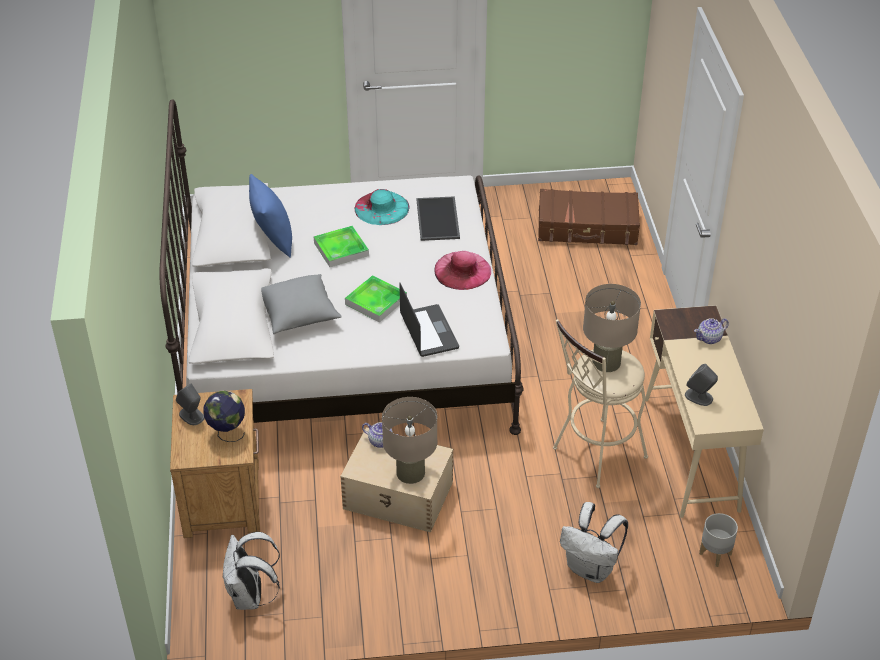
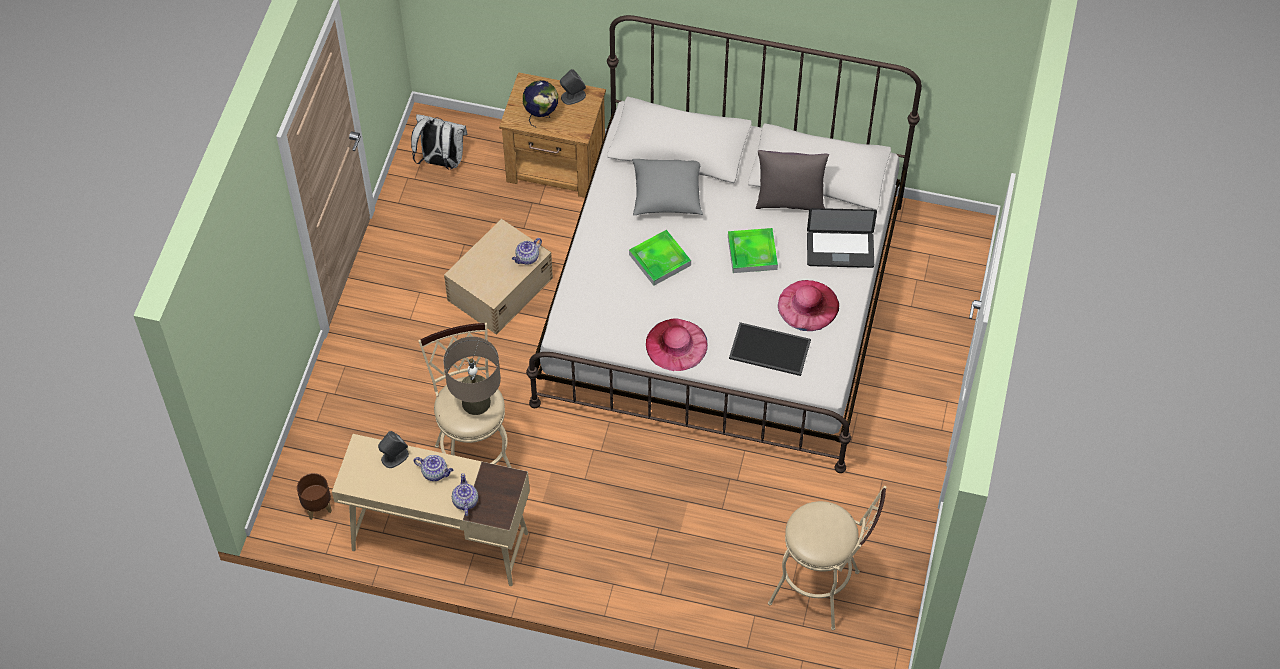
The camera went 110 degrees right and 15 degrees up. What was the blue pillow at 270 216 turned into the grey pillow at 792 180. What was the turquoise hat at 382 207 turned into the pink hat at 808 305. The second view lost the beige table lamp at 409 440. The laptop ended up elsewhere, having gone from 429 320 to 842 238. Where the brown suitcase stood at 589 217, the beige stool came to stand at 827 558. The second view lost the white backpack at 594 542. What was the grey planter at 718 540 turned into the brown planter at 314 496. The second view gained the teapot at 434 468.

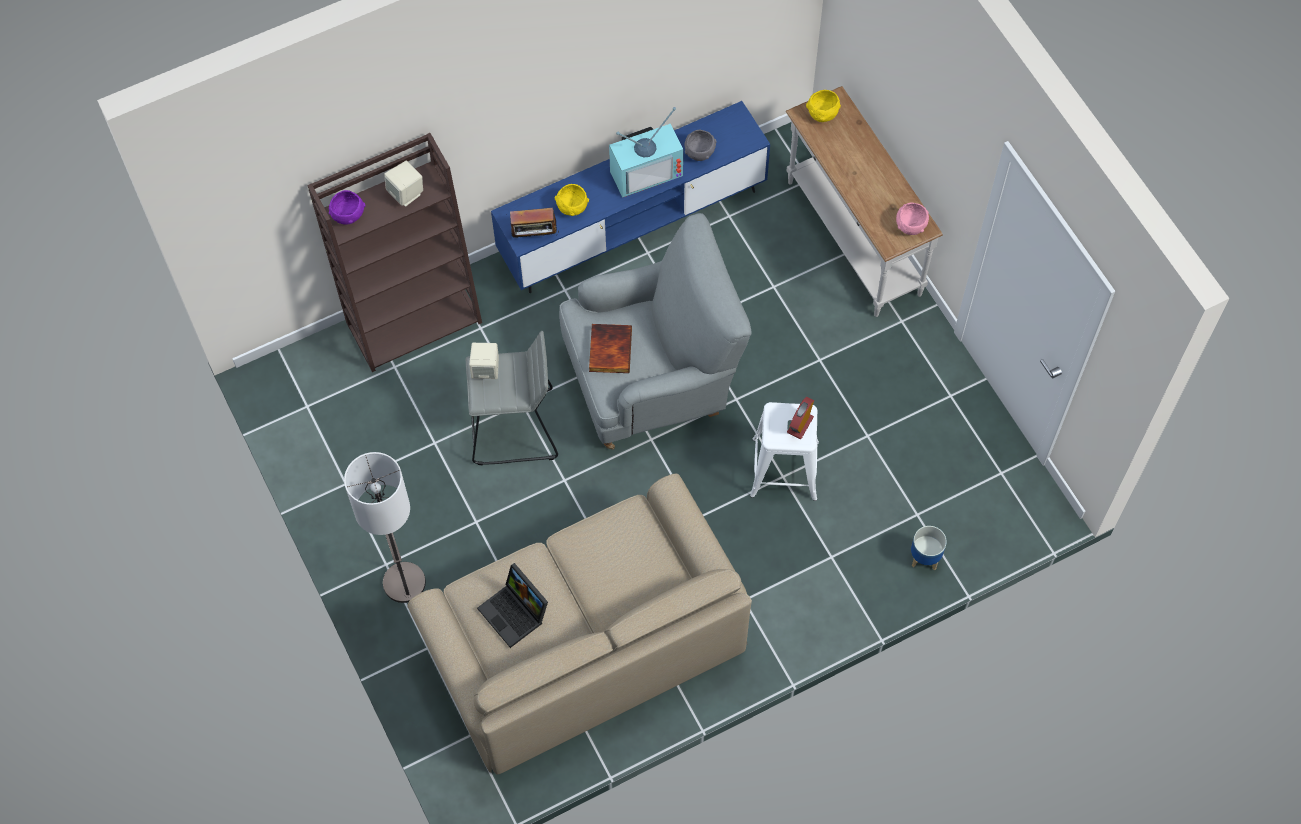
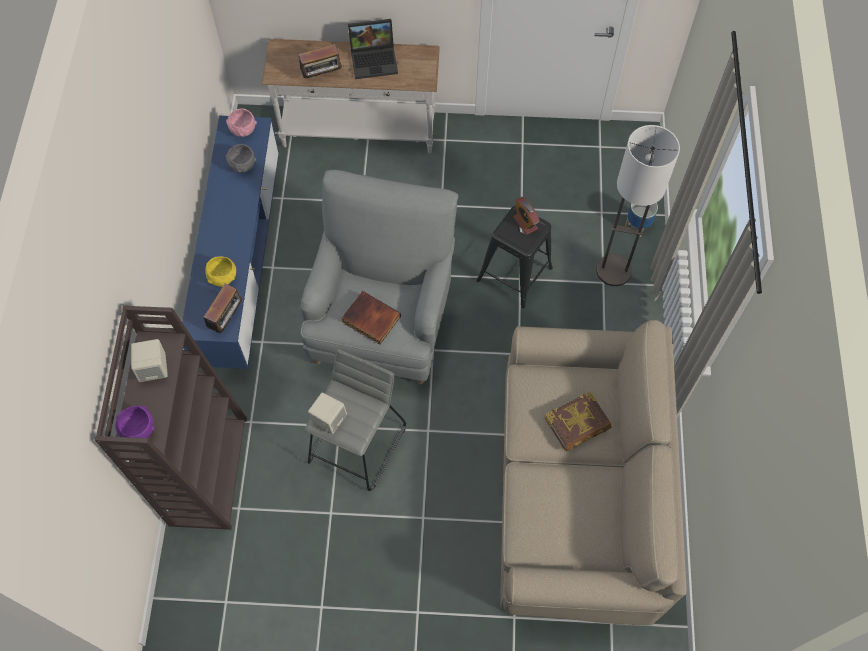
The camera went 60 degrees left and 0 degrees up. The floor lamp ended up elsewhere, having gone from 385 527 to 638 205. The laptop ended up elsewhere, having gone from 512 605 to 373 49. The second view lost the television at 646 152. What was the white stool at 784 451 turned into the black stool at 514 257. The second view lost the yellow bowl at 823 106. The pink bowl ended up elsewhere, having gone from 912 218 to 241 123. The second view gained the radio at 321 61. The second view gained the book at 578 421.

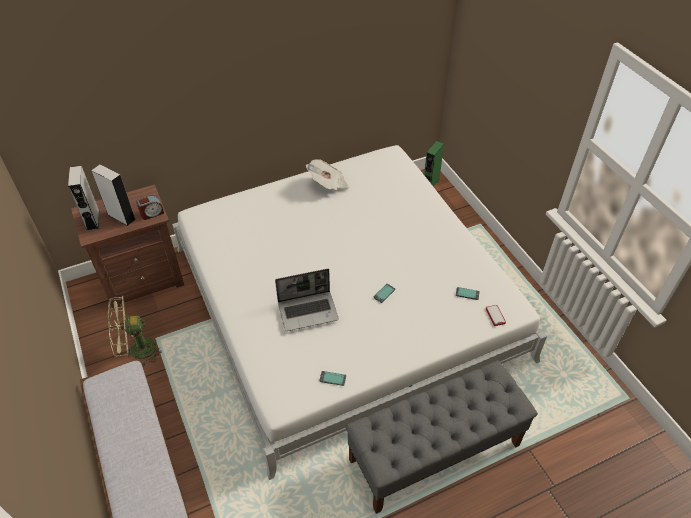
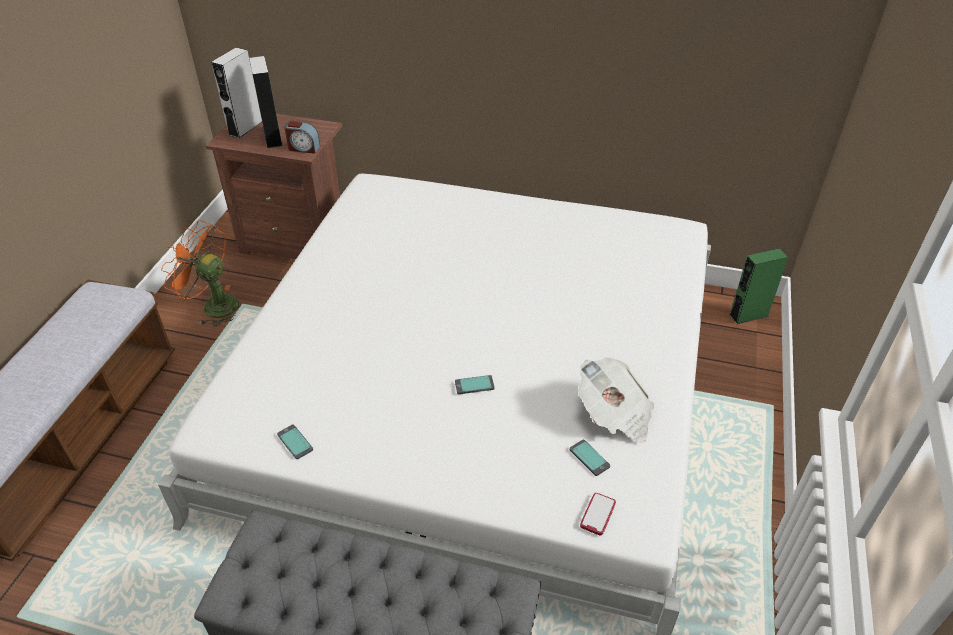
The camera went 40 degrees right and 5 degrees down. What was the green fan at 135 331 turned into the orange fan at 200 273. The second view lost the laptop at 307 300. The newspaper ended up elsewhere, having gone from 327 174 to 616 400.

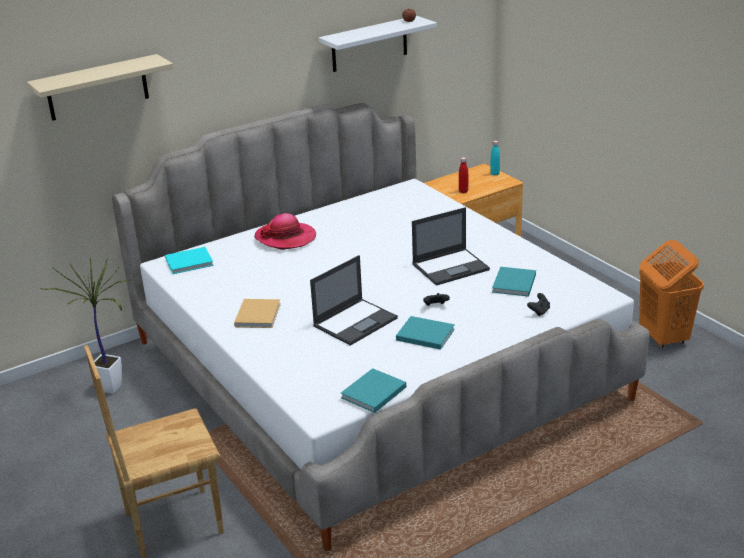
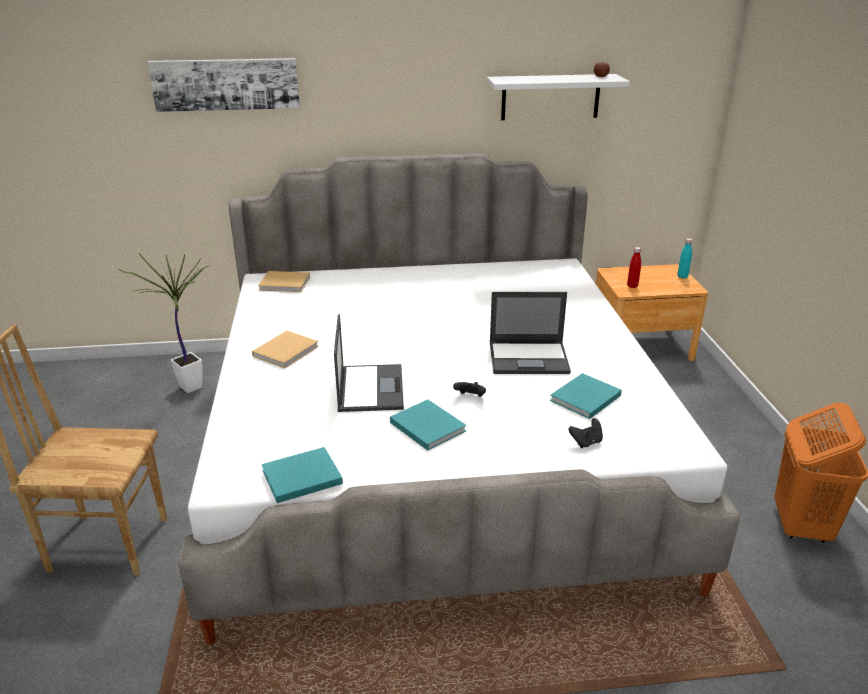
The camera went 25 degrees right and 0 degrees up. Where the beige shelf hung at 100 87, the picture came to hang at 223 85. What was the turquoise book at 189 260 turned into the beige book at 284 281. The second view lost the hat at 285 231. The laptop at 354 300 ended up facing another way, 75 degrees counterclockwise from before.

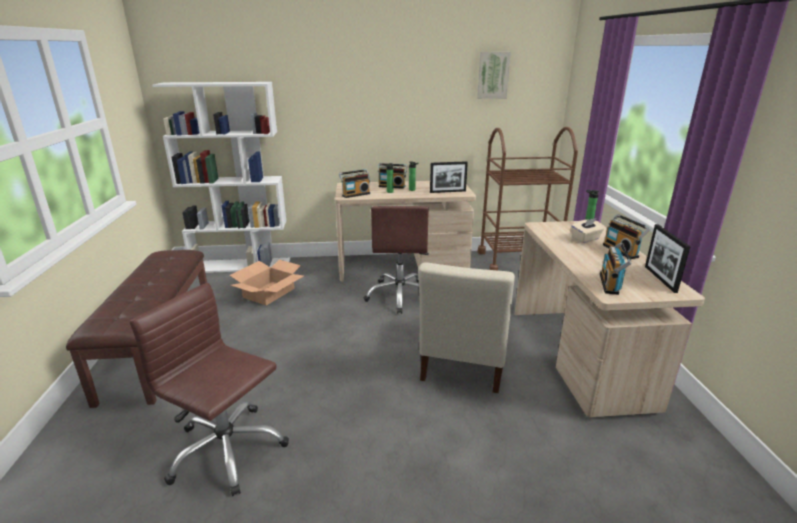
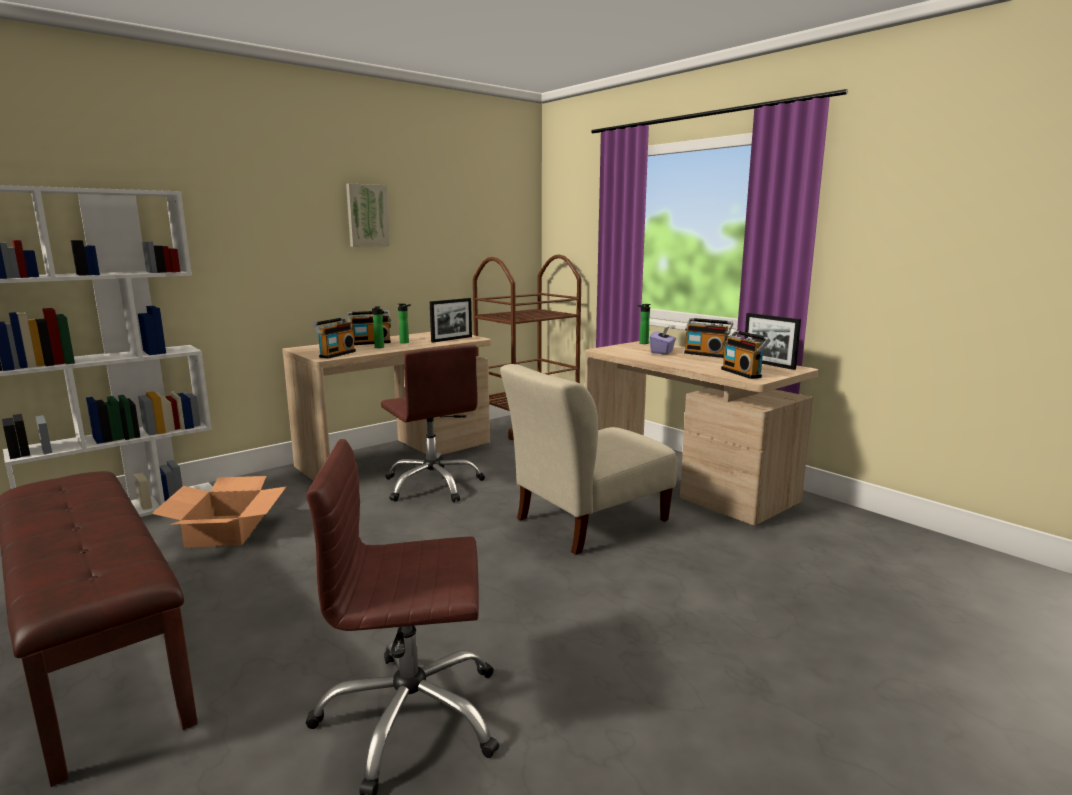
The camera went 35 degrees left and 10 degrees down. The beige chair at 466 328 ended up facing another way, 75 degrees clockwise from before. The picture ended up elsewhere, having gone from 494 75 to 368 215. What was the beige tissue box at 587 230 turned into the purple tissue box at 663 340.

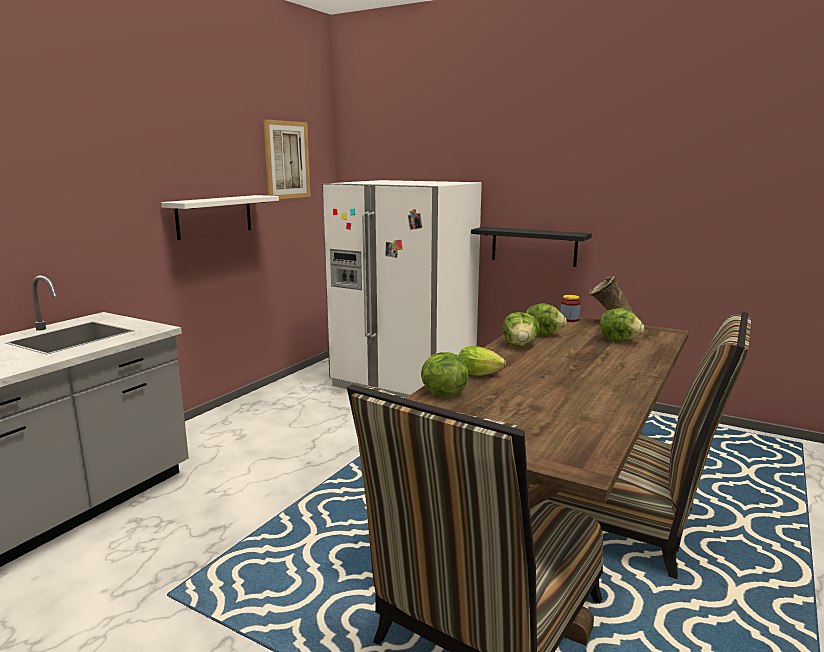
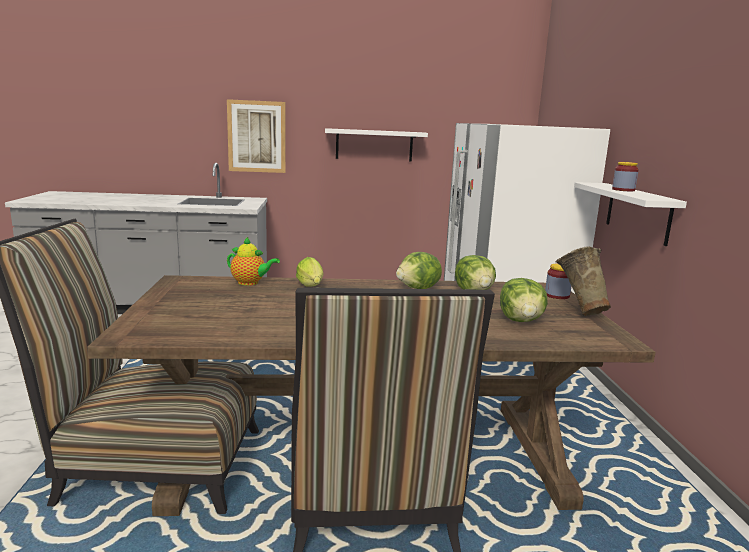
The camera went 55 degrees right and 0 degrees up. The picture ended up elsewhere, having gone from 287 159 to 256 136. Where the lettuce stood at 445 374, the teapot came to stand at 253 261. What was the black shelf at 531 247 turned into the white shelf at 630 214. The second view gained the jar at 625 176.

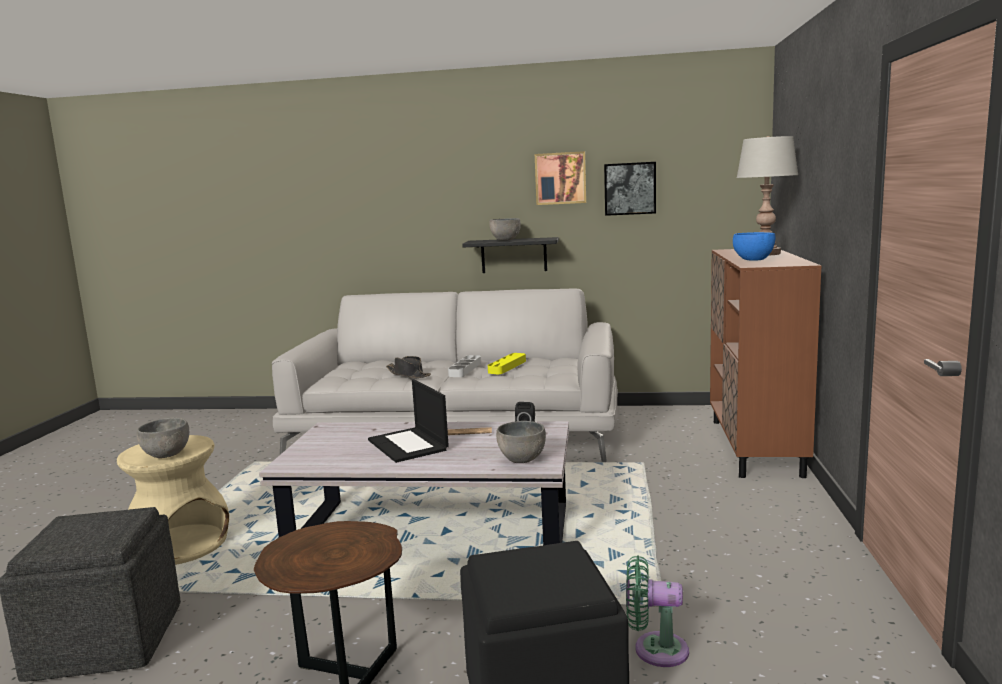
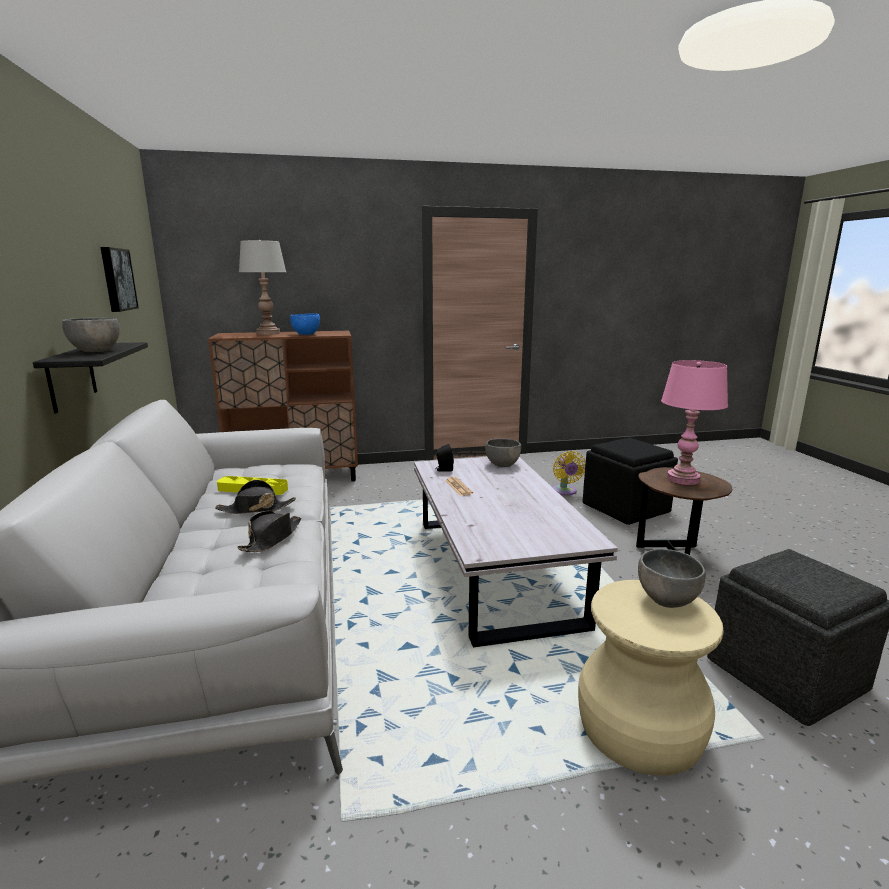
The camera went 110 degrees left and 5 degrees up. The second view lost the laptop at 408 421. Where the grey tray stood at 464 366, the black hat came to stand at 255 497. The second view lost the picture at 560 178. What was the green fan at 657 611 turned into the yellow fan at 569 473. The second view gained the pink table lamp at 694 422.

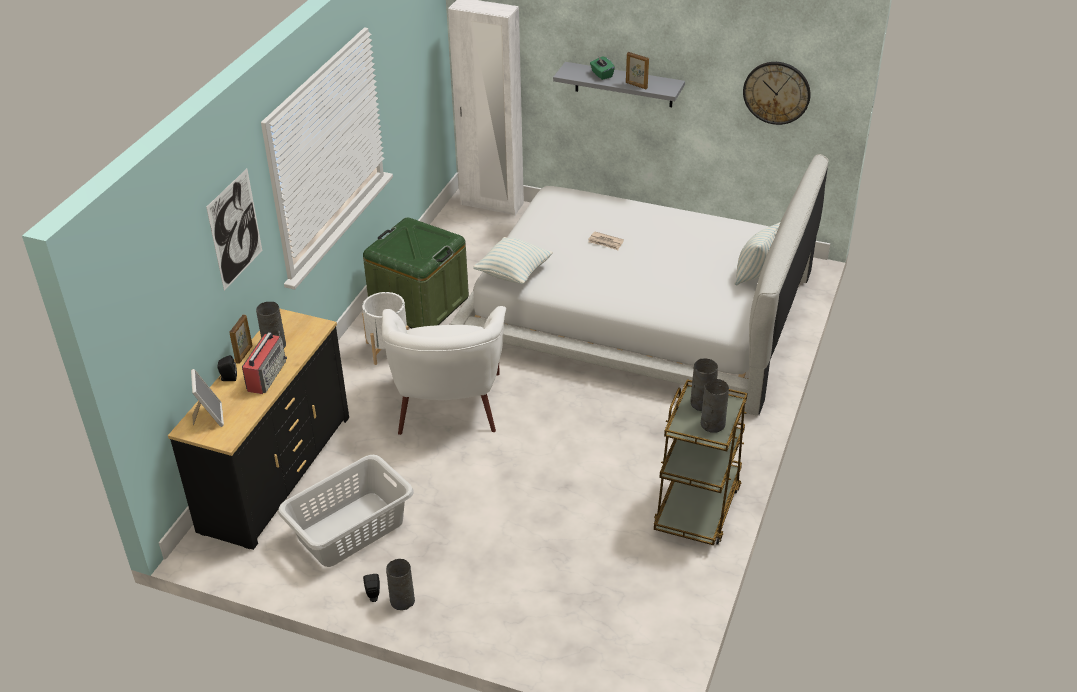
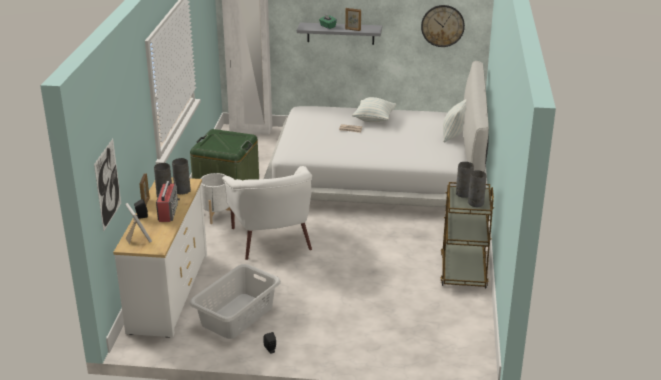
The camera went 15 degrees left and 10 degrees down. What was the black dresser at 258 429 turned into the white dresser at 160 257. The picture ended up elsewhere, having gone from 234 230 to 107 185. The grey vase ended up elsewhere, having gone from 400 584 to 181 176. The pillow ended up elsewhere, having gone from 513 260 to 374 109.

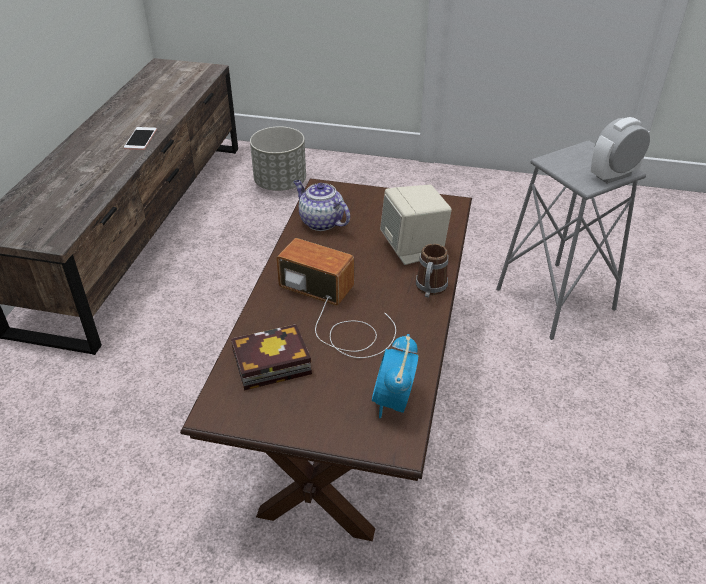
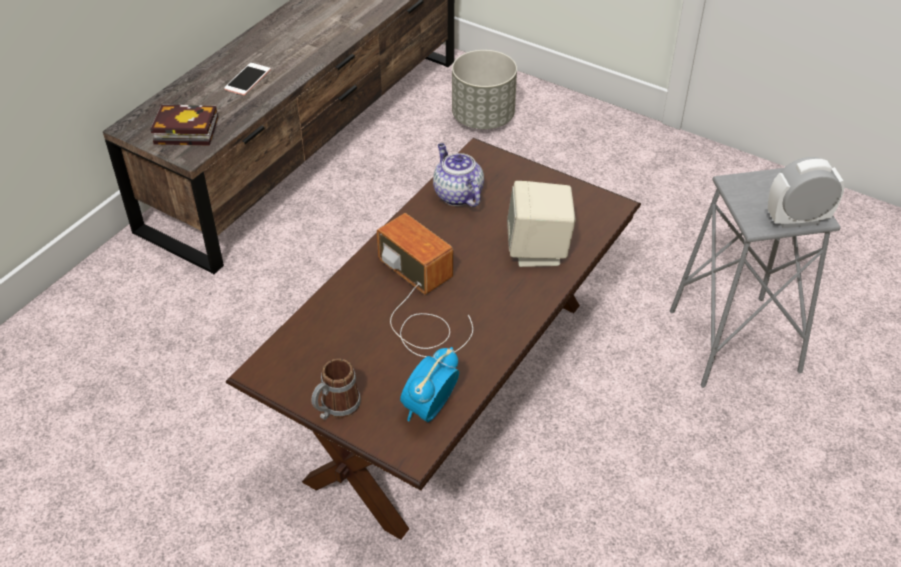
The camera went 20 degrees right and 5 degrees up. The phone ended up elsewhere, having gone from 140 138 to 247 79. The book ended up elsewhere, having gone from 271 357 to 184 125. The mug ended up elsewhere, having gone from 432 271 to 336 389.

